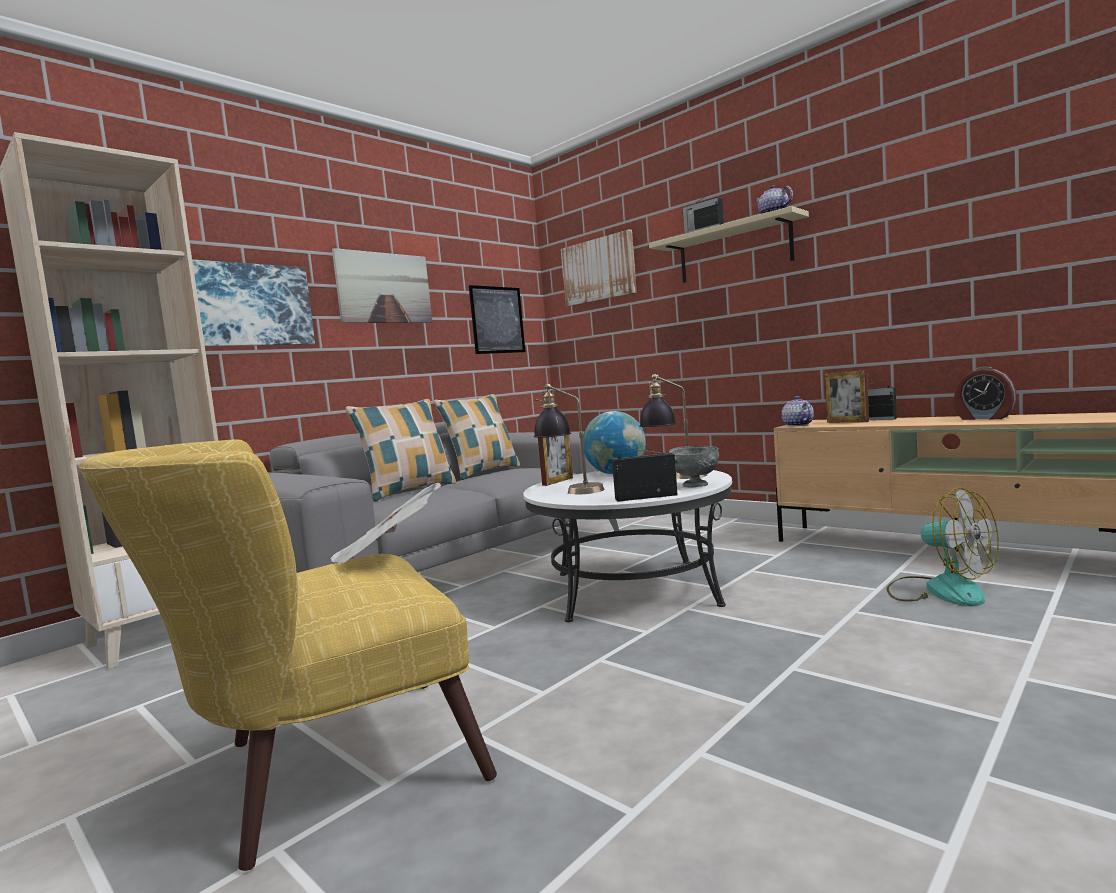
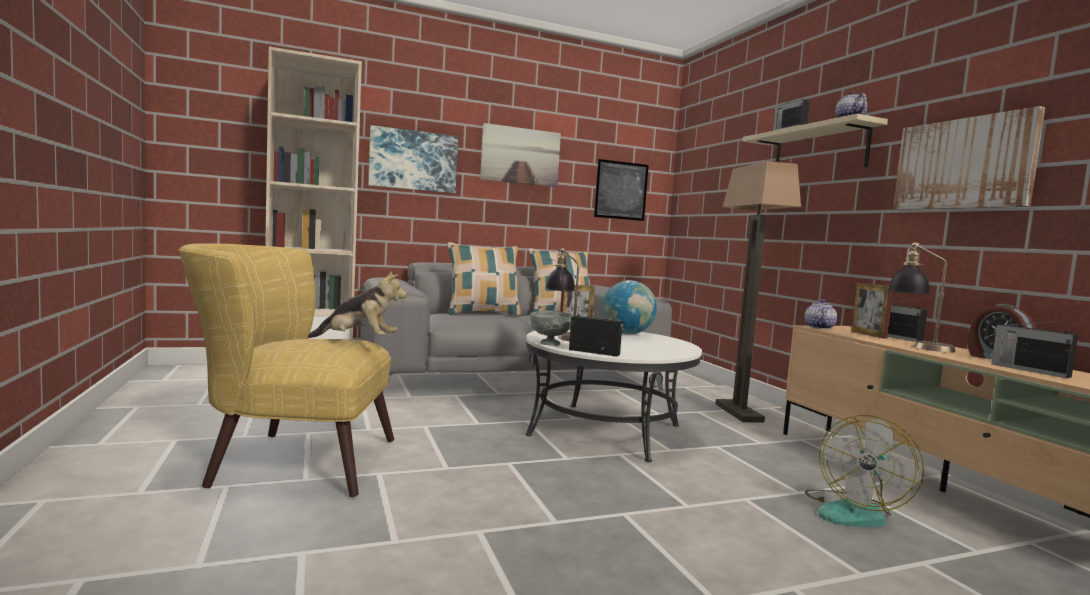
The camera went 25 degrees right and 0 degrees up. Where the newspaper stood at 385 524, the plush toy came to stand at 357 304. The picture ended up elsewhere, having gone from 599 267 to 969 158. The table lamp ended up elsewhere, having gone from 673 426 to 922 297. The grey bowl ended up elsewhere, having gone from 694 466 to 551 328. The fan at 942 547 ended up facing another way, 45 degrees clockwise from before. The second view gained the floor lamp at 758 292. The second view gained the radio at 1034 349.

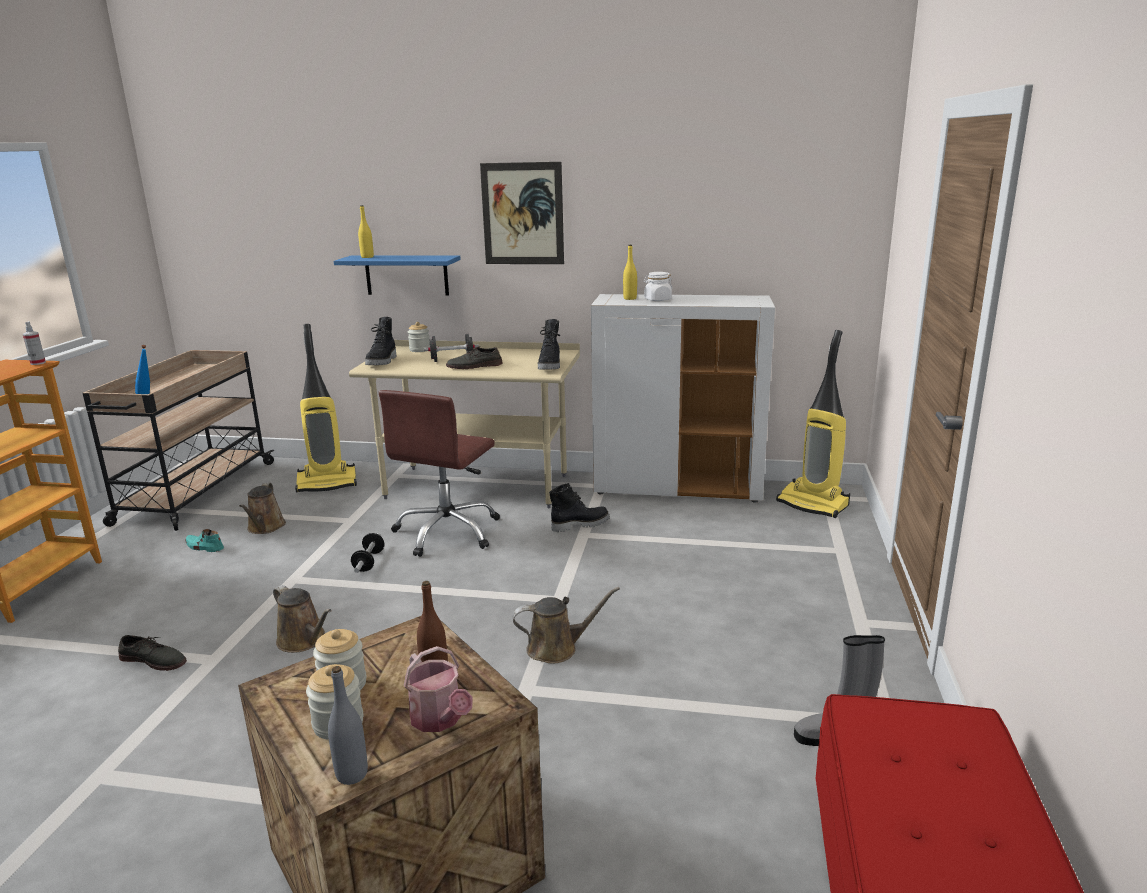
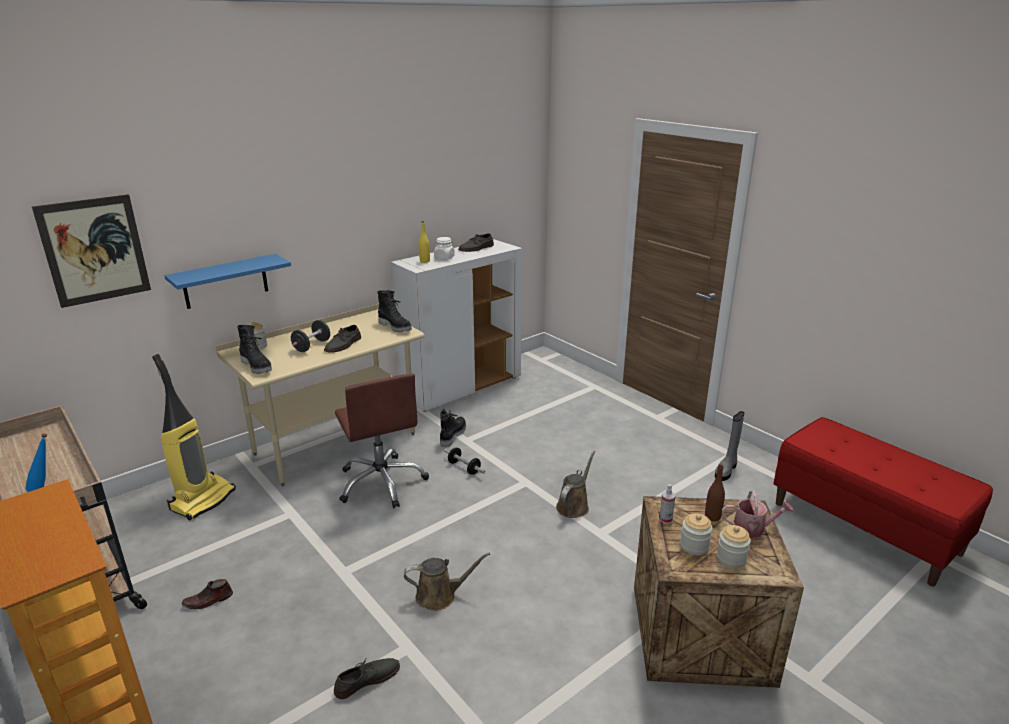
The camera went 50 degrees left and 5 degrees up. The spray bottle ended up elsewhere, having gone from 34 343 to 667 504. What was the turquoise shoe at 204 540 turned into the brown shoe at 207 594. The second view lost the brown watering can at 262 508. The second view lost the grey bottle at 348 725. The dumbbell ended up elsewhere, having gone from 368 553 to 464 461. The second view lost the yellow bottle at 366 231. The picture ended up elsewhere, having gone from 522 213 to 91 251. The second view lost the vacuum cleaner at 813 424. The second view gained the grey shoe at 476 242.

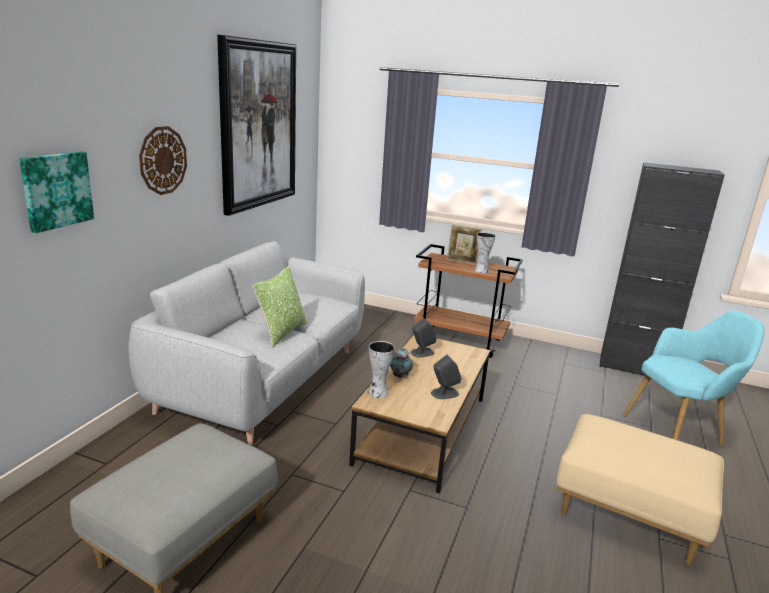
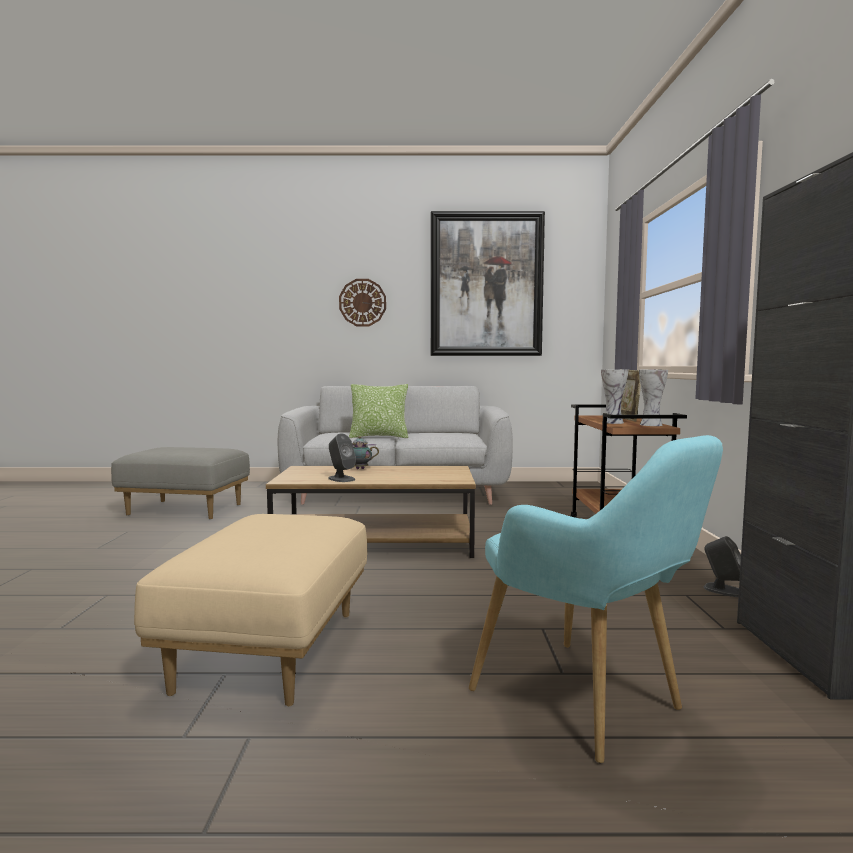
The camera went 70 degrees right and 15 degrees down. The second view lost the picture at 56 192. The vase ended up elsewhere, having gone from 382 369 to 653 398. The grey speaker ended up elsewhere, having gone from 423 337 to 722 566.

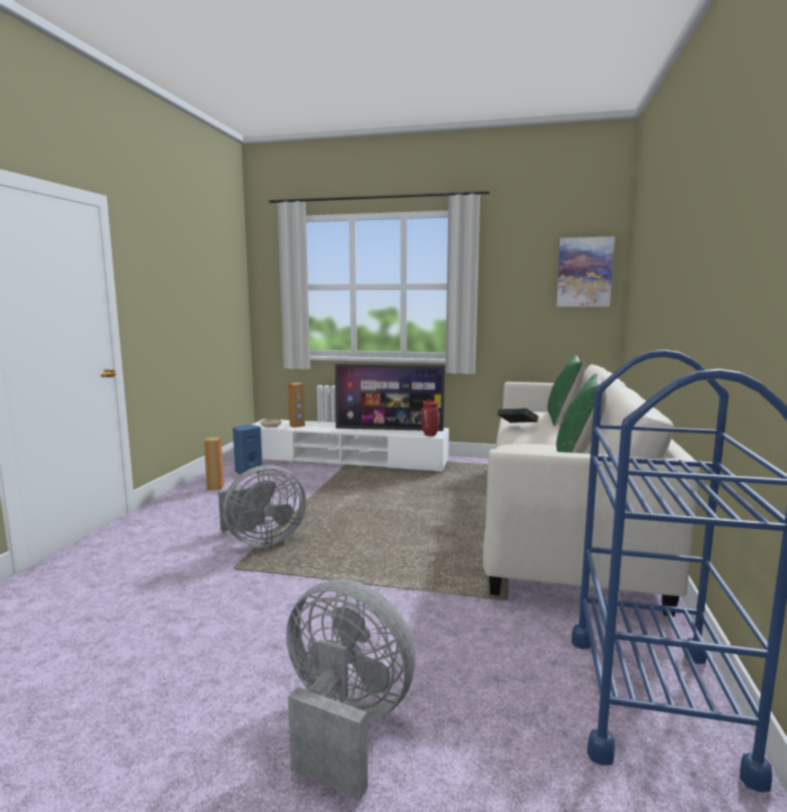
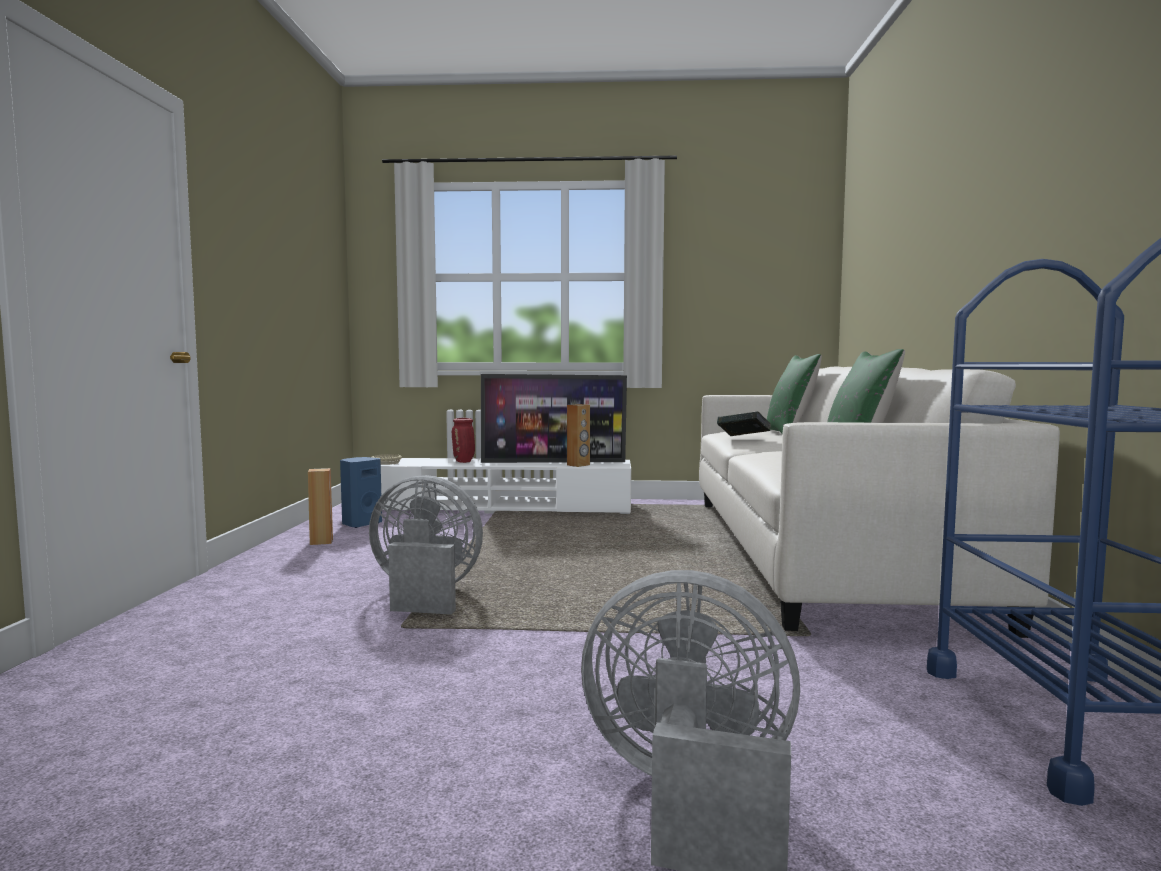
The camera went 10 degrees left and 5 degrees down. The grey fan at 262 506 ended up facing another way, 135 degrees counterclockwise from before. The brown speaker ended up elsewhere, having gone from 296 405 to 578 435. The red vase ended up elsewhere, having gone from 430 418 to 463 440. The second view lost the picture at 586 272.

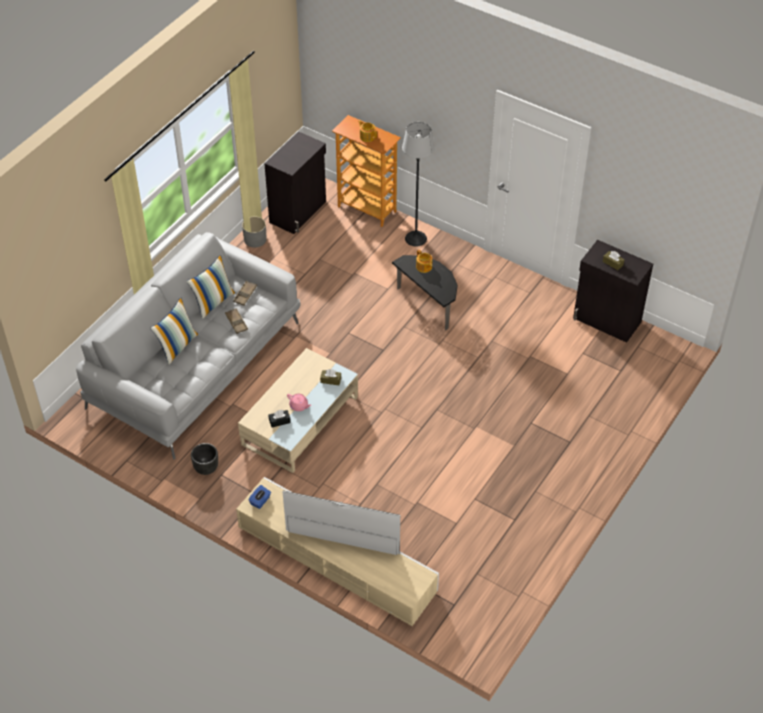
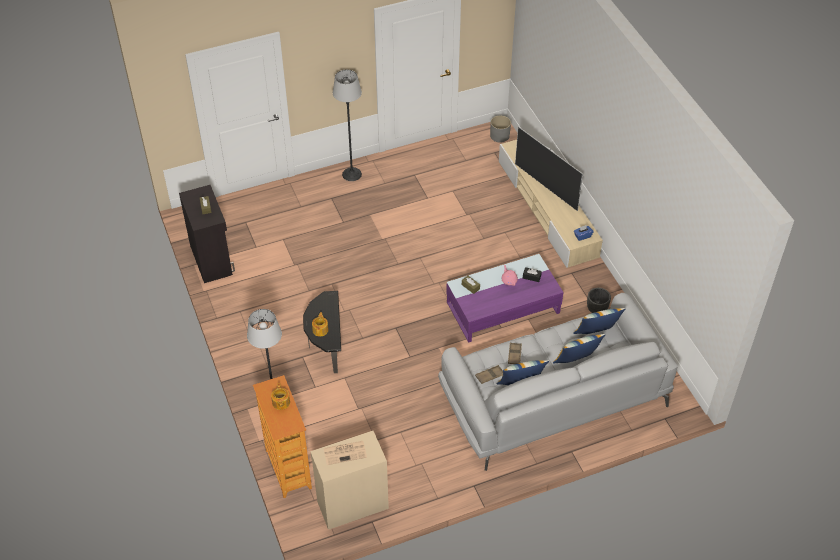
The camera went 145 degrees left and 0 degrees up. What was the beige coffee table at 298 410 turned into the purple coffee table at 505 298. The grey planter ended up elsewhere, having gone from 254 232 to 500 129. What was the black cabinet at 295 182 turned into the beige cabinet at 349 480. The second view gained the newspaper at 345 453. The second view gained the floor lamp at 347 125. The second view gained the pillow at 599 321.

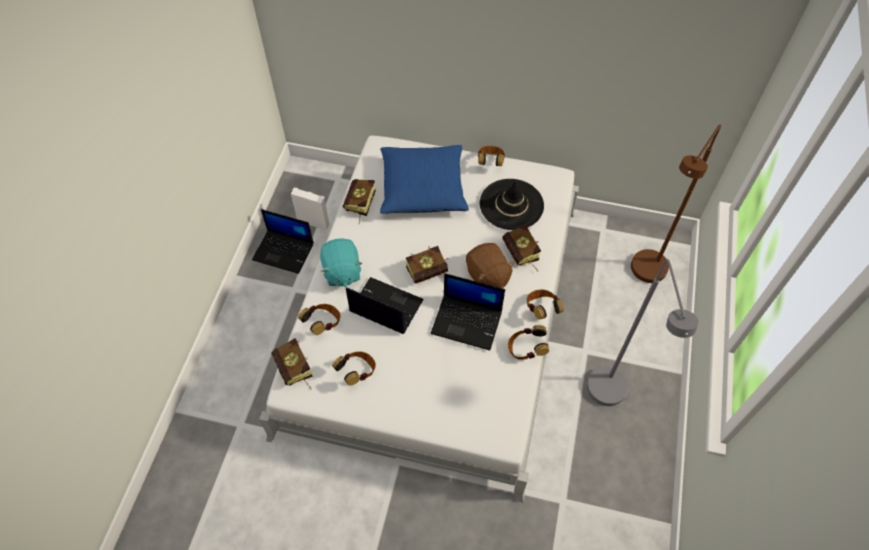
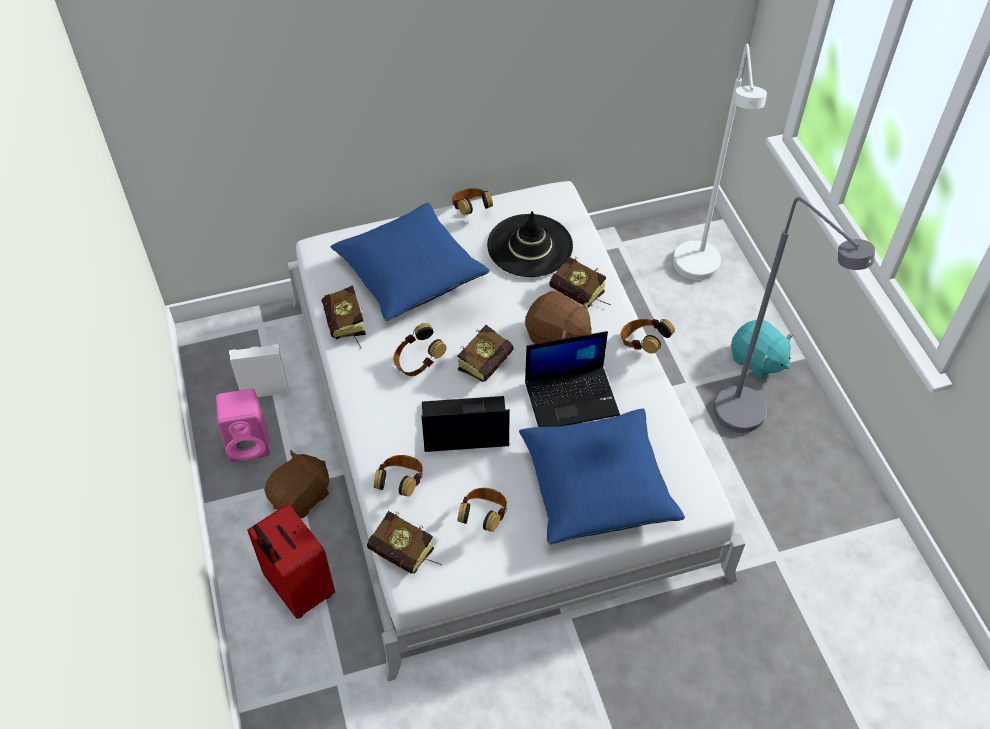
The camera went 30 degrees left and 5 degrees down. Where the laptop stood at 283 241, the pink speaker came to stand at 243 425. The turquoise plush toy ended up elsewhere, having gone from 341 262 to 762 349. The headphones ended up elsewhere, having gone from 528 342 to 420 349. What was the brown floor lamp at 676 203 turned into the white floor lamp at 720 162. The second view gained the red suitcase at 291 561. The second view gained the brown plush toy at 296 484. The second view gained the blue pillow at 602 476.

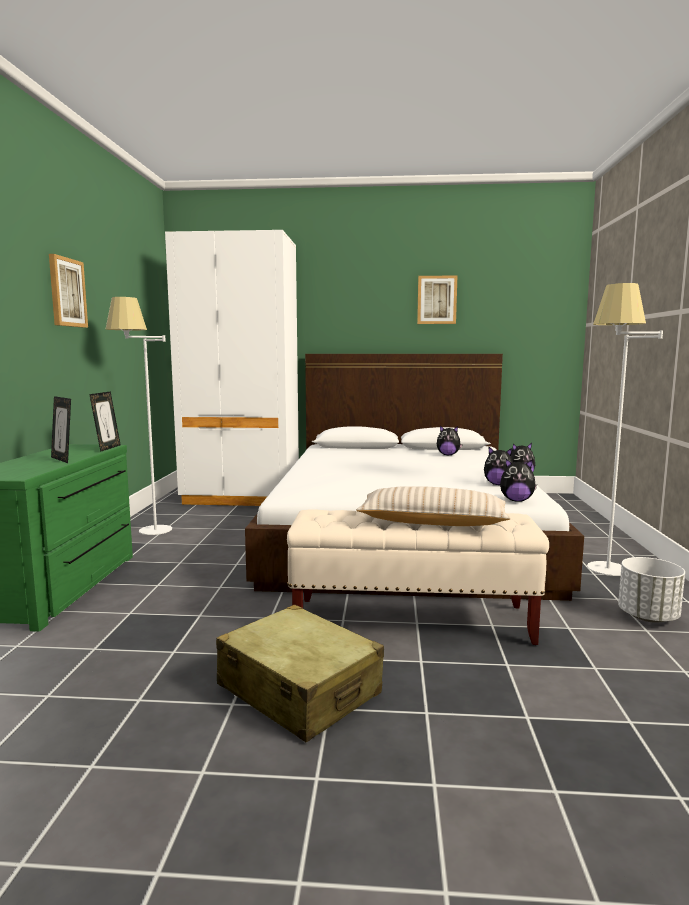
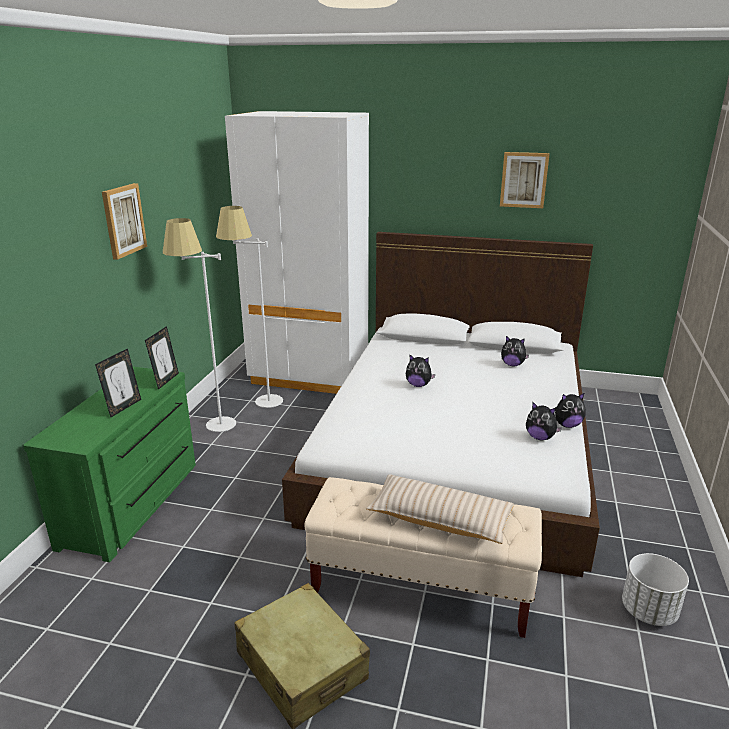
The camera went 10 degrees right and 15 degrees up. The picture frame at 61 429 ended up facing another way, 120 degrees counterclockwise from before. The plush toy ended up elsewhere, having gone from 518 480 to 421 370. The white floor lamp ended up elsewhere, having gone from 625 429 to 249 307.

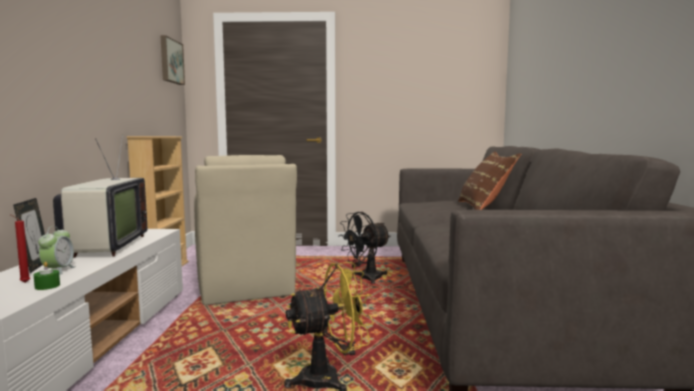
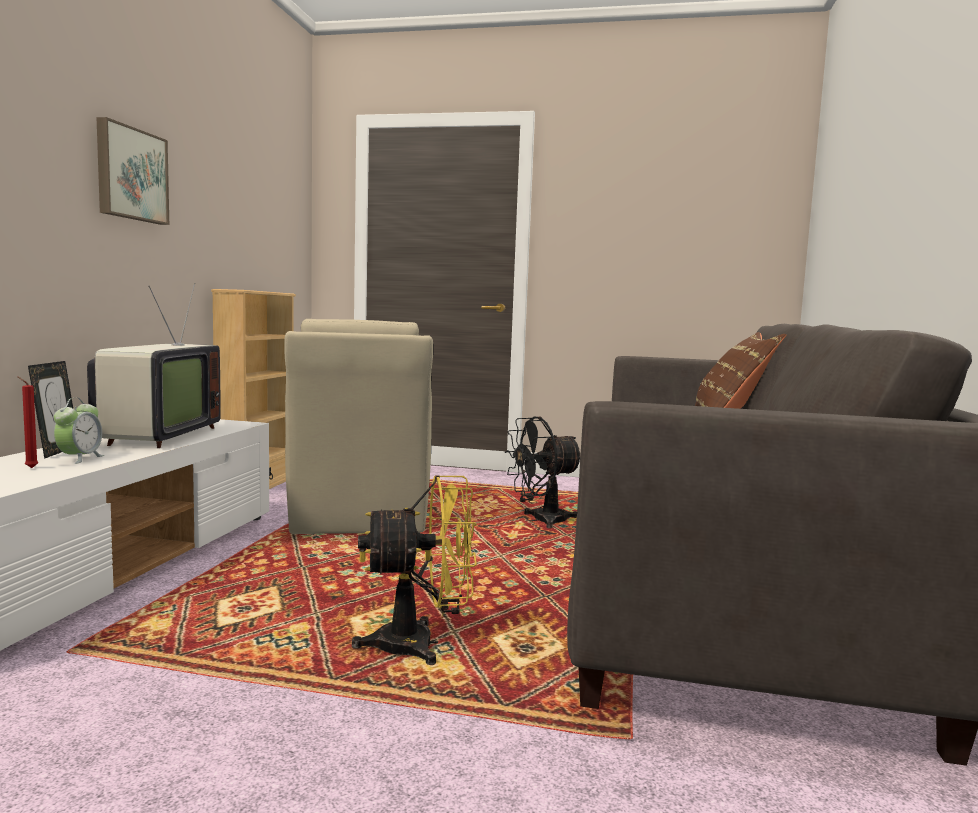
The camera went 10 degrees right and 0 degrees up. The second view lost the green candle at 47 276. The picture ended up elsewhere, having gone from 172 60 to 132 171.

